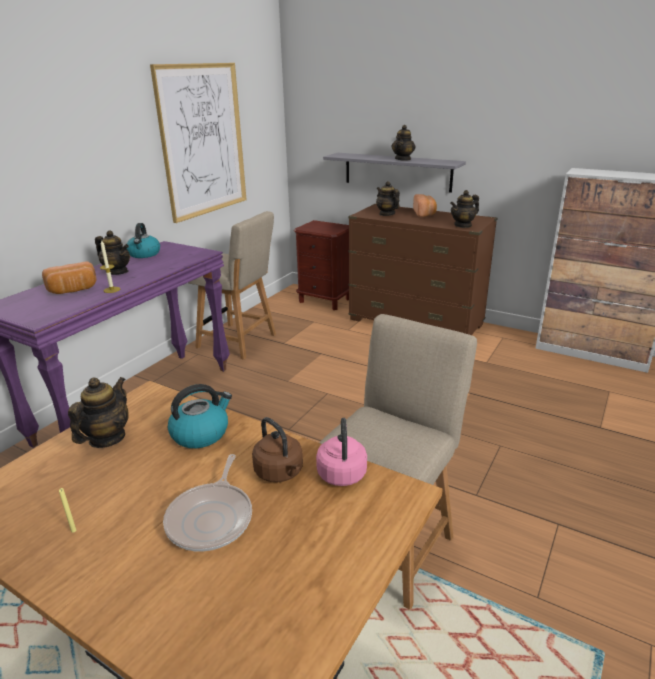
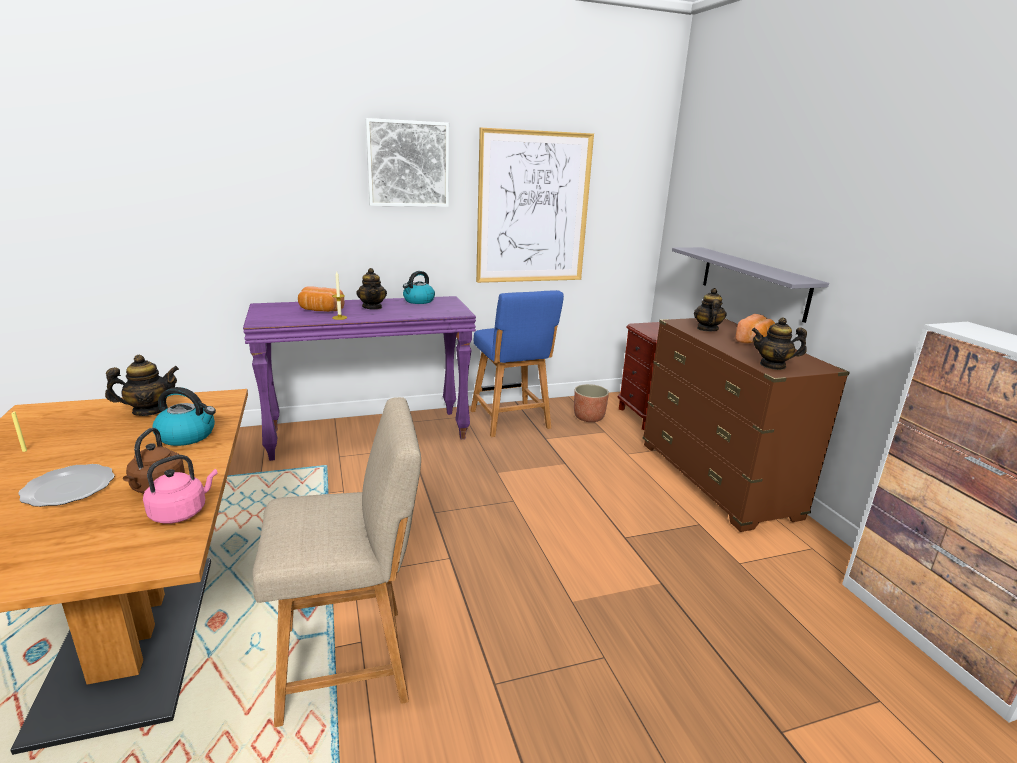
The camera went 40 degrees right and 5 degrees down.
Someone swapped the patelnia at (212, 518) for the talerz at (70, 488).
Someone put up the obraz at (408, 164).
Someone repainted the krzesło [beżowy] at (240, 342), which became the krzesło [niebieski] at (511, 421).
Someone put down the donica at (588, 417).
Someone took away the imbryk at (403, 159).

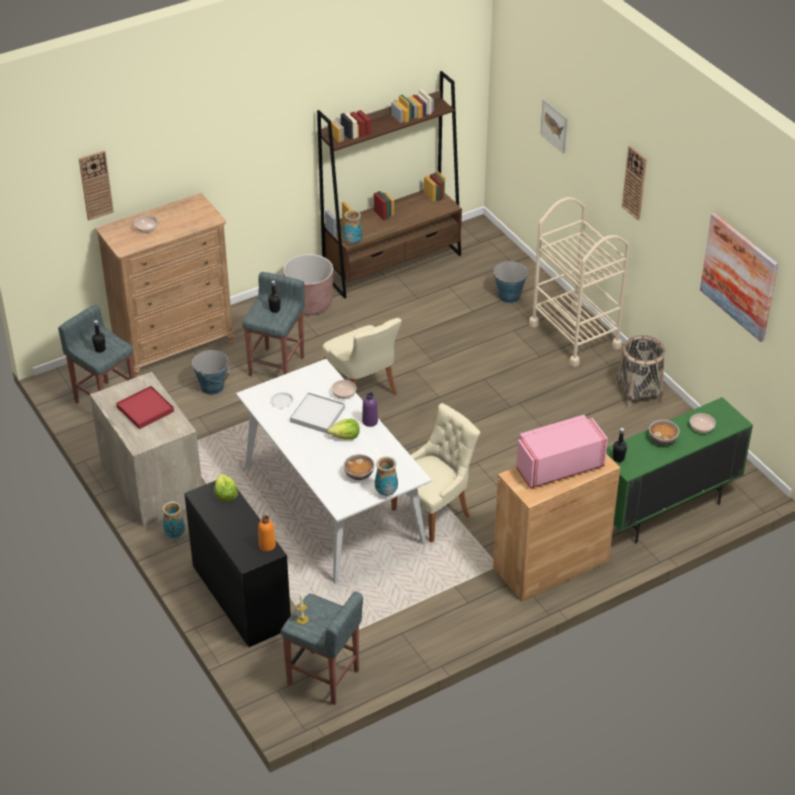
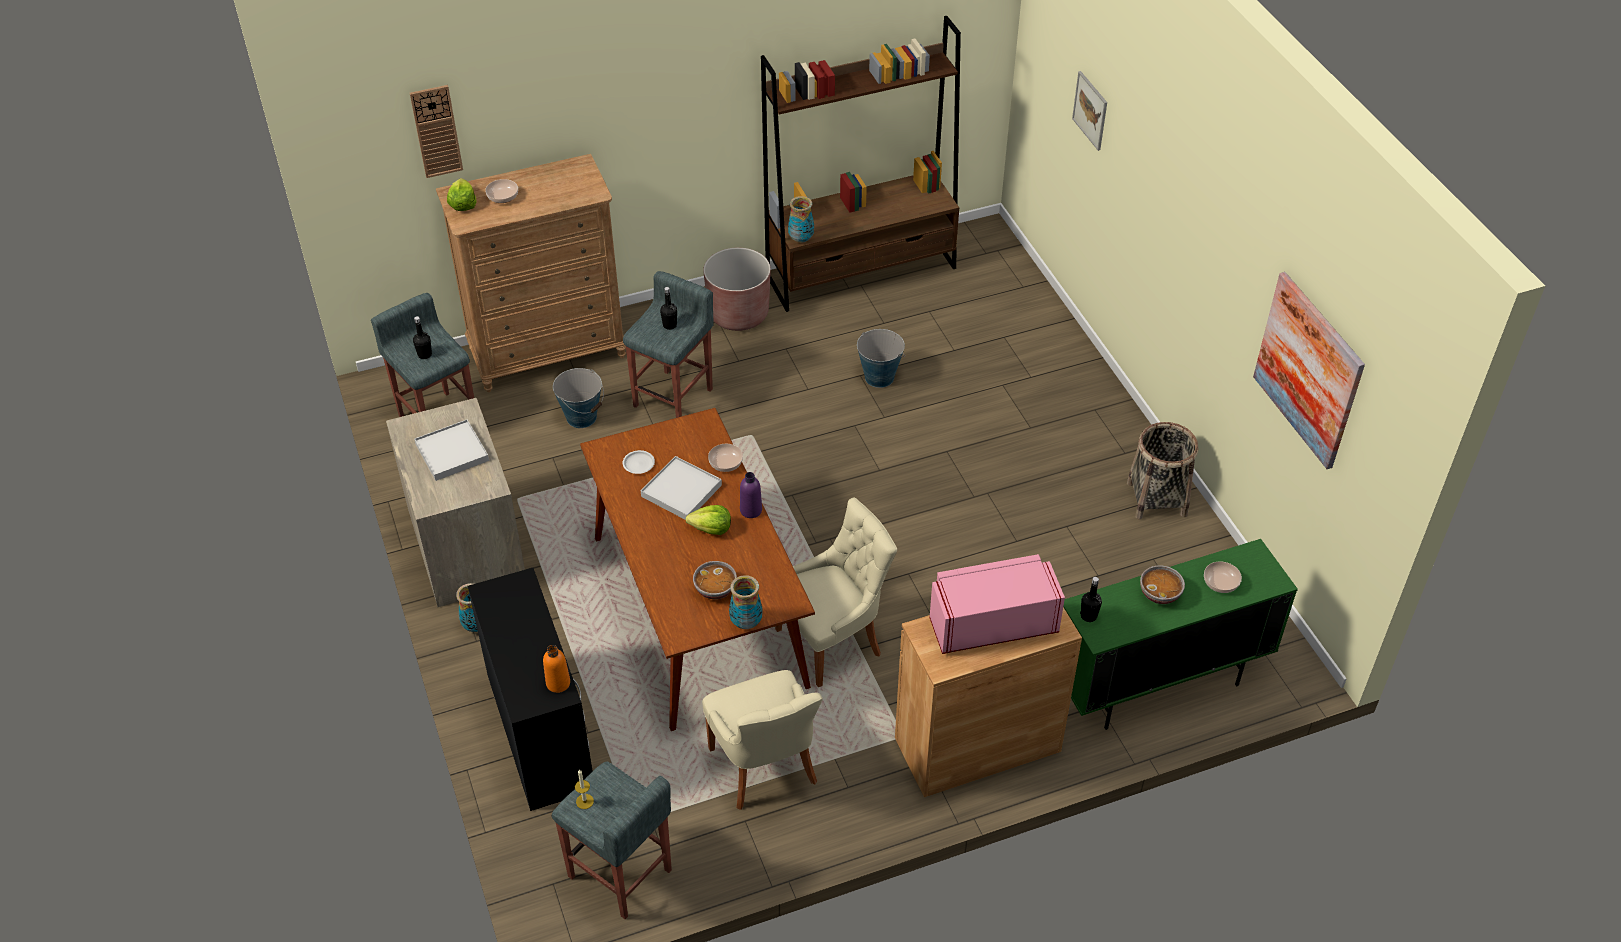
The camera went 10 degrees right and 5 degrees up.
Someone repainted the taca [czerwony] at (145, 409), which became the taca [biały] at (452, 452).
Someone carried the sałata from (225, 494) to (462, 204).
Someone repainted the stół jadalny [biały] at (334, 505), which became the stół jadalny [brązowy] at (699, 611).
Someone carried the krzesło [beżowy] from (363, 390) to (765, 768).
Someone carried the wiadro from (509, 296) to (879, 377).
Someone took away the wózek [beżowy] at (575, 335).
Someone took away the zegar ścienny at (635, 182).

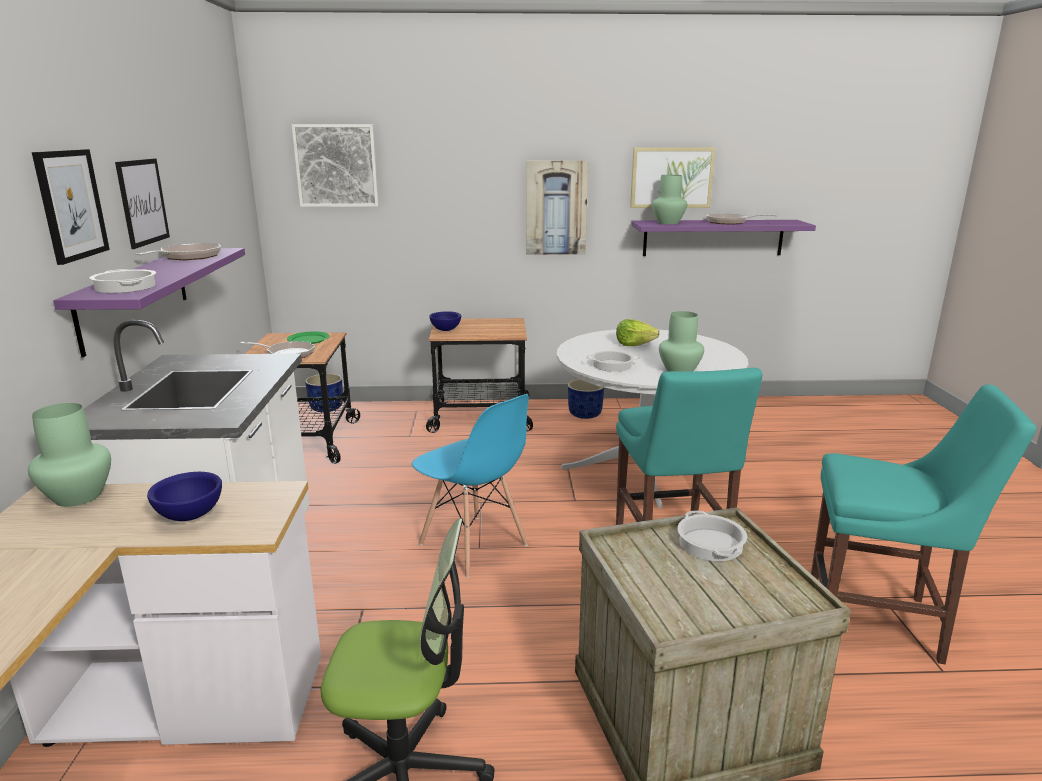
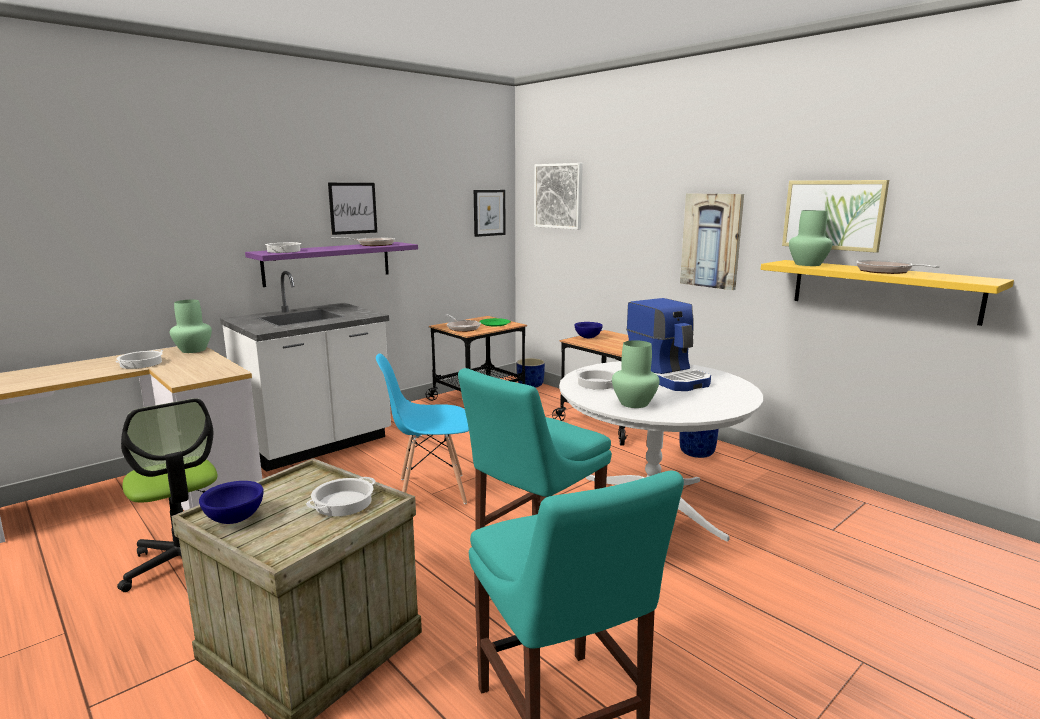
The camera went 50 degrees right and 5 degrees down.
Someone put down the garnek at (141, 364).
Someone carried the miska [niebieski] from (191, 515) to (236, 519).
Someone rotated the krzesło [niebieski] at (473, 546) by 75 degrees clockwise.
Someone carried the obraz from (71, 205) to (489, 213).
Someone swapped the sałata at (634, 344) for the ekspres do kawy at (668, 377).
Someone repainted the półka [fioletowy] at (713, 237), which became the półka [żółty] at (882, 290).

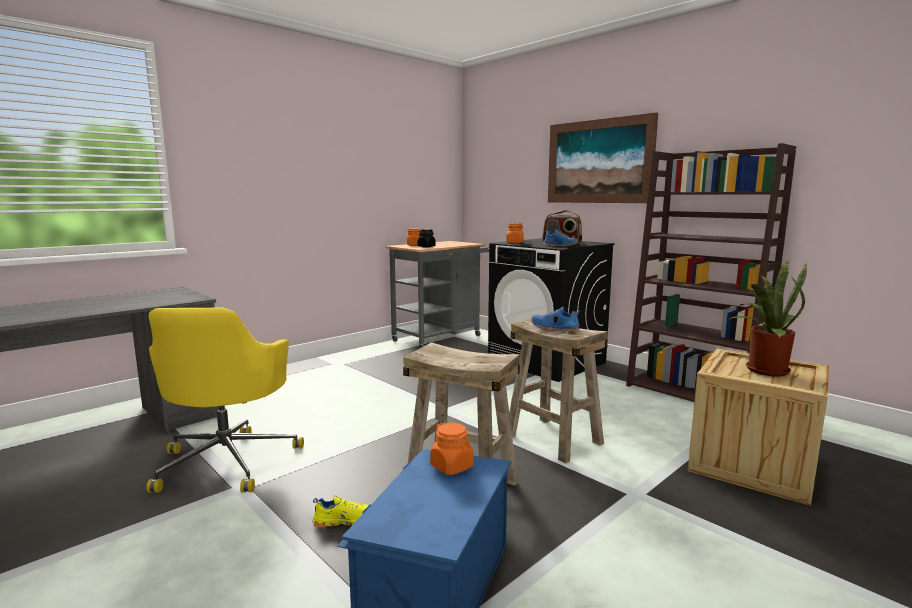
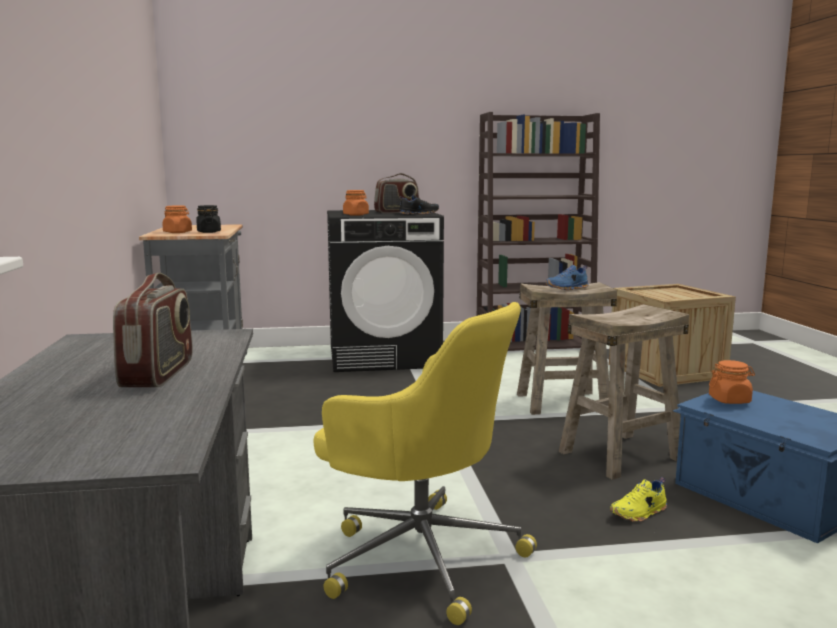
The camera went 55 degrees left and 0 degrees up.
Someone put down the radio at (159, 374).
Someone repainted the but [niebieski] at (560, 246), which became the but [czarny] at (418, 214).
Someone rotated the but [żółty] at (345, 520) by 150 degrees counterclockwise.
Someone took away the obraz at (598, 161).
Someone took away the roślina doniczkowa at (762, 369).

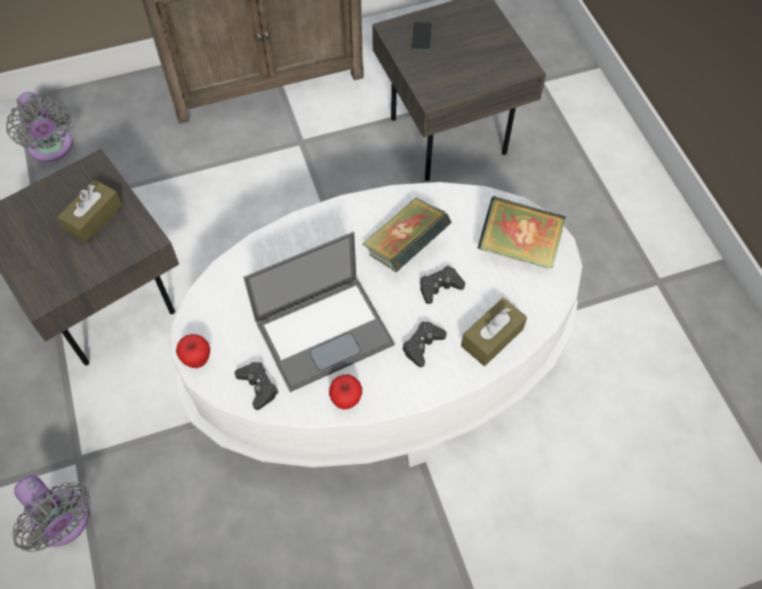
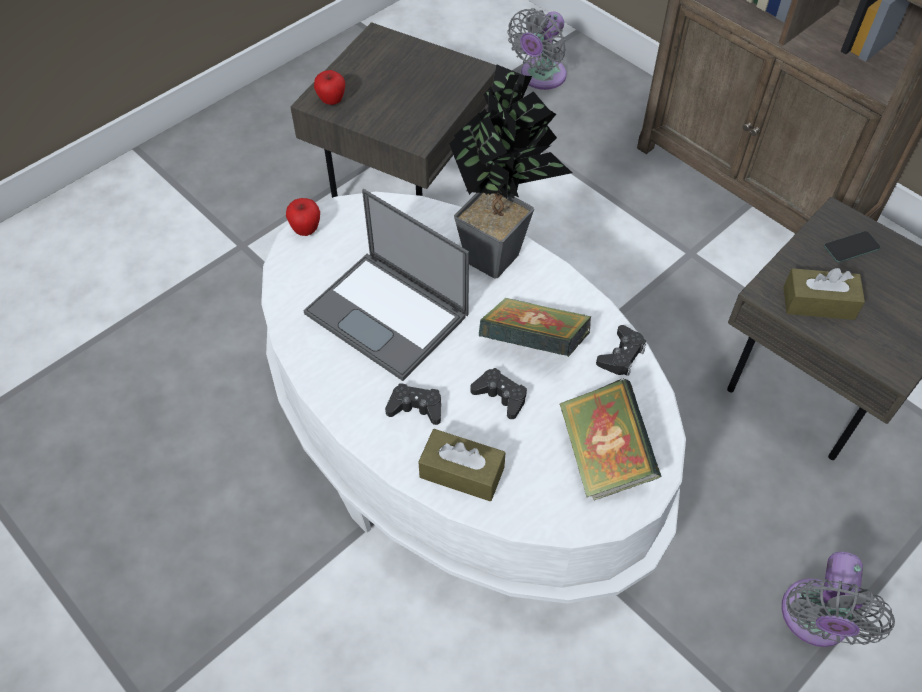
The camera went 65 degrees right and 5 degrees down.
Someone carried the jabłko from (346, 400) to (332, 101).
Someone put down the roślina doniczkowa at (501, 255).
Someone carried the pad do gier [czarny] from (258, 386) to (621, 355).
Someone carried the wentylator [szary] from (64, 523) to (814, 620).
Someone carried the pudełko chusteczek [brązowy] from (94, 218) to (818, 303).

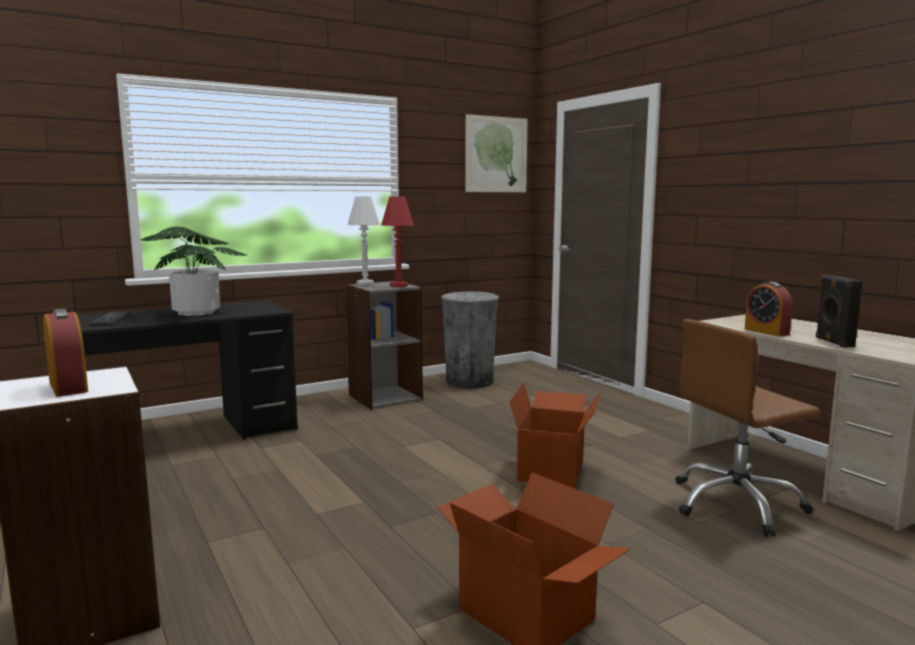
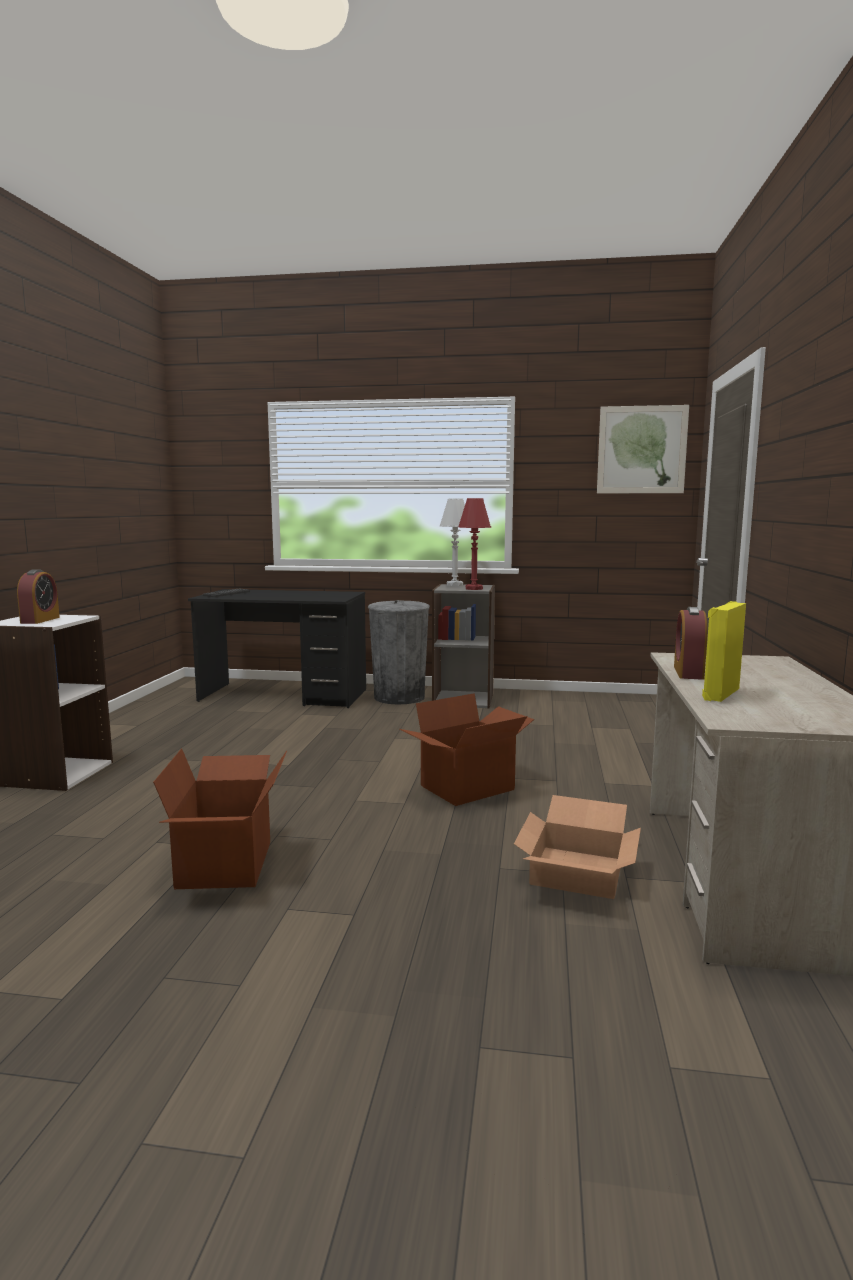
The camera went 40 degrees right and 0 degrees up.
Someone carried the kosz na śmieci [szary] from (469, 382) to (399, 697).
Someone swapped the krzesło biurowe [brązowy] at (736, 504) for the karton at (575, 870).
Someone repainted the głośnik [czarny] at (833, 342), which became the głośnik [żółty] at (719, 694).
Someone took away the roślina doniczkowa at (197, 312).

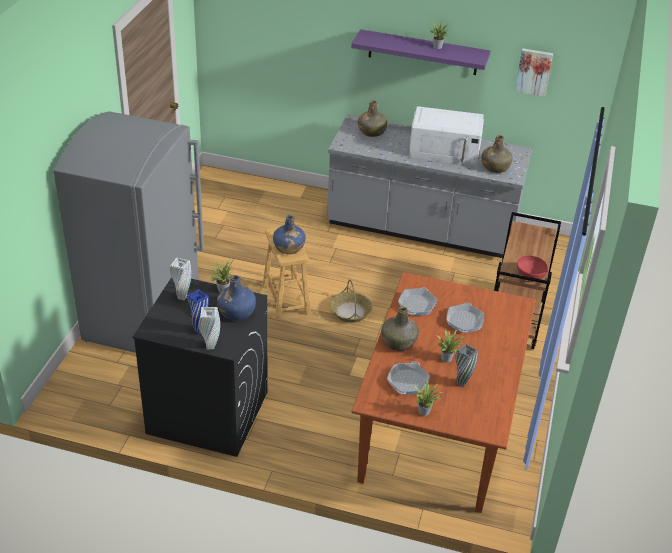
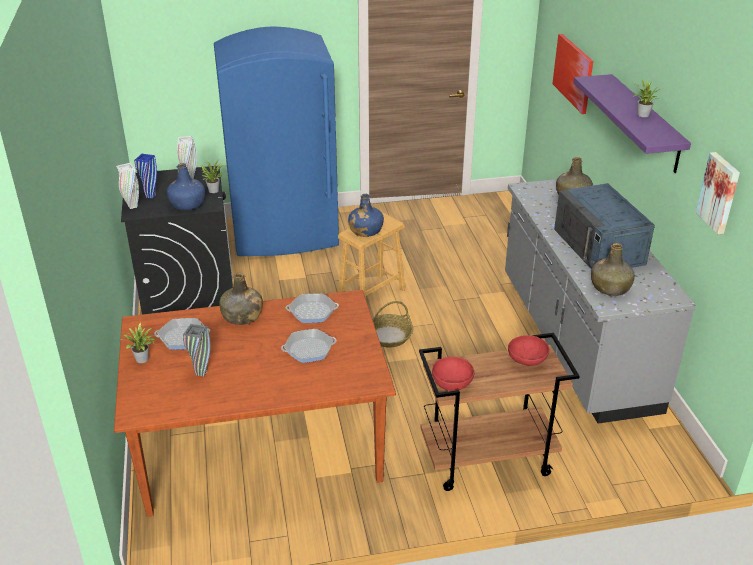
The camera went 65 degrees right and 5 degrees down.
Someone repainted the lodówka [szary] at (144, 316), which became the lodówka [niebieski] at (285, 234).
Someone put down the miska [czerwony] at (527, 361).
Someone put up the obraz at (573, 73).
Someone repainted the mikrofalówka [biały] at (445, 150), which became the mikrofalówka [niebieski] at (599, 246).
Someone took away the roślina doniczkowa at (447, 358).

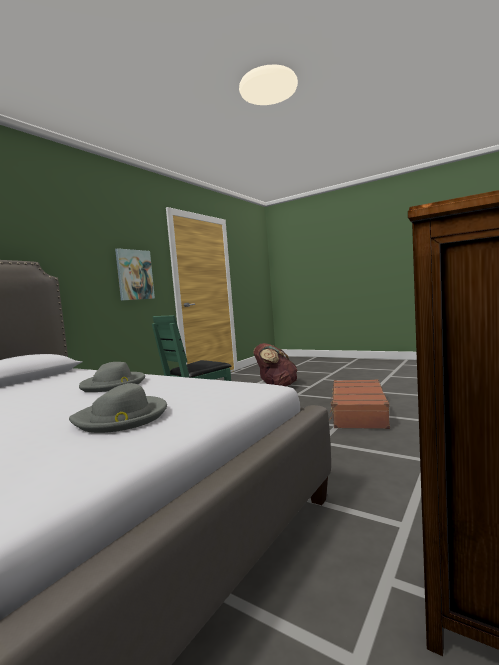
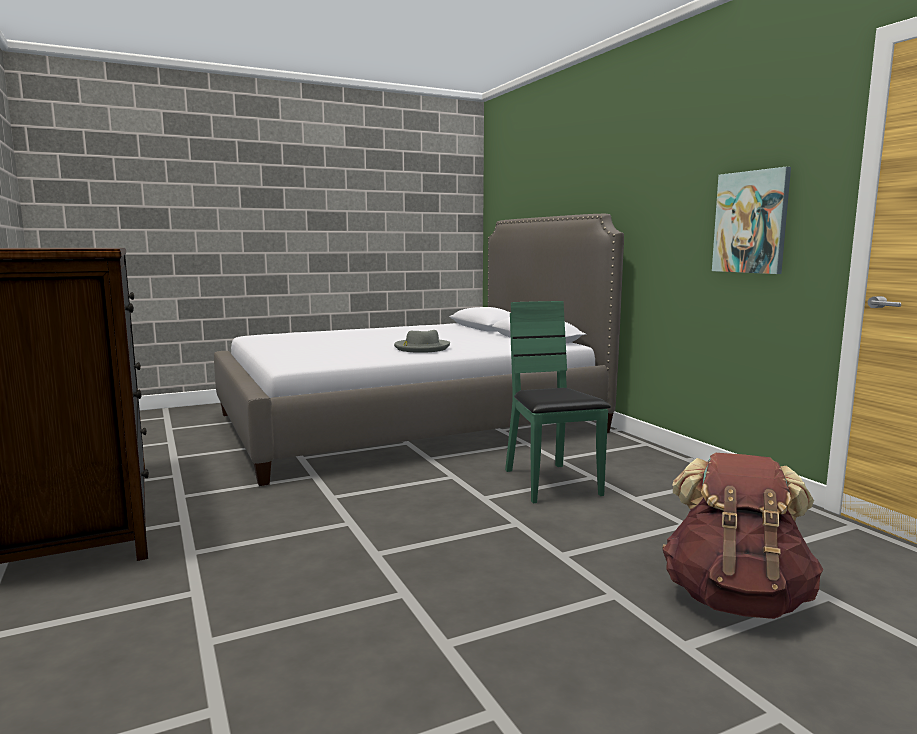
The camera went 120 degrees right and 5 degrees up.
Someone took away the kapelusz [szary] at (122, 418).
Someone took away the walizka [brązowy] at (358, 413).

